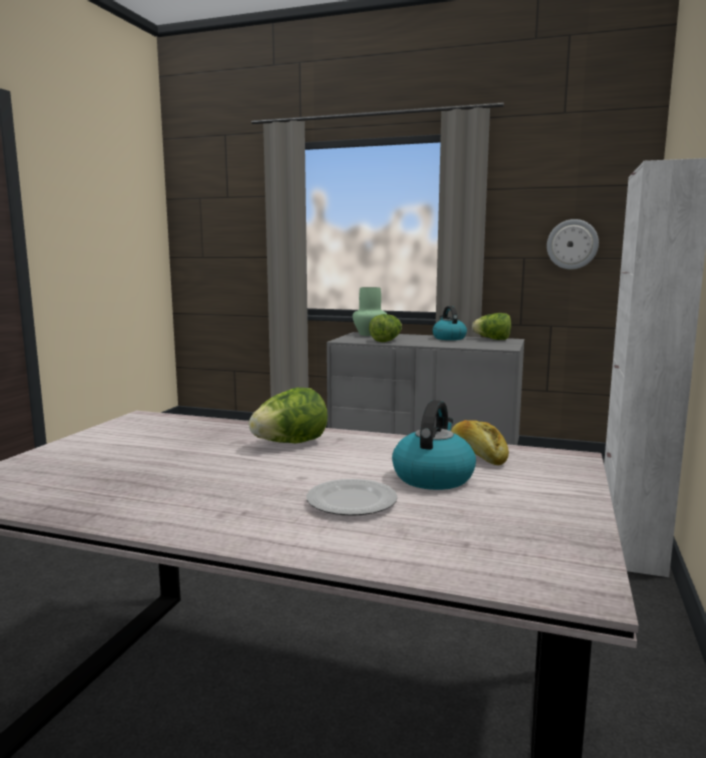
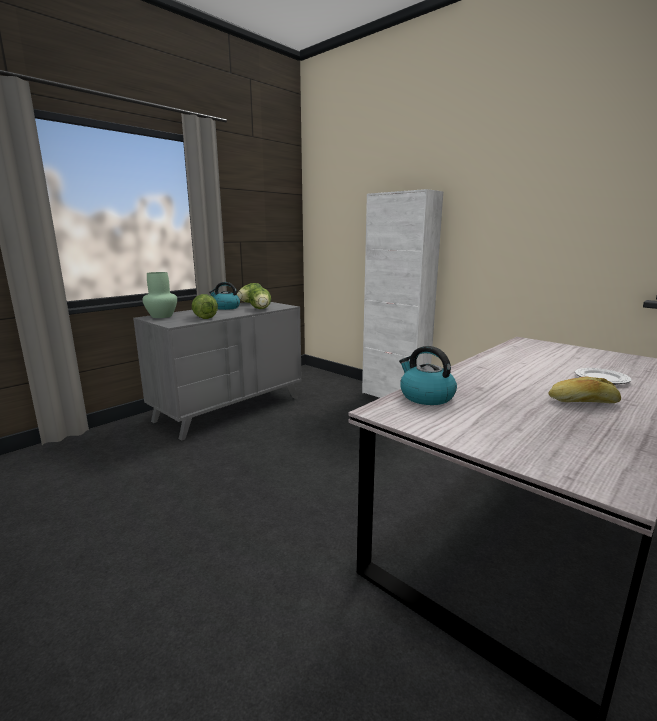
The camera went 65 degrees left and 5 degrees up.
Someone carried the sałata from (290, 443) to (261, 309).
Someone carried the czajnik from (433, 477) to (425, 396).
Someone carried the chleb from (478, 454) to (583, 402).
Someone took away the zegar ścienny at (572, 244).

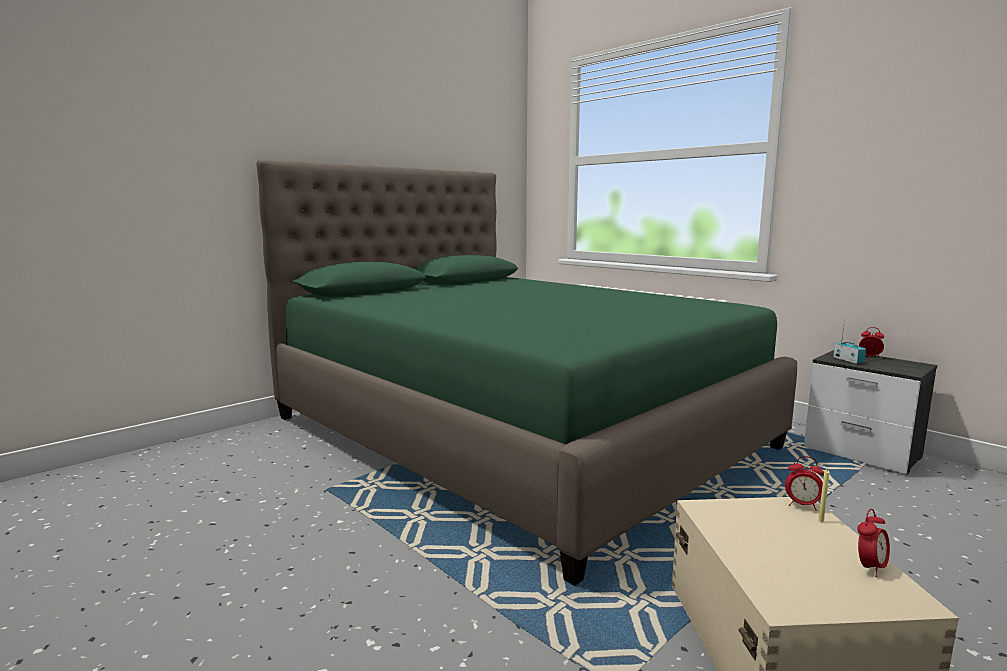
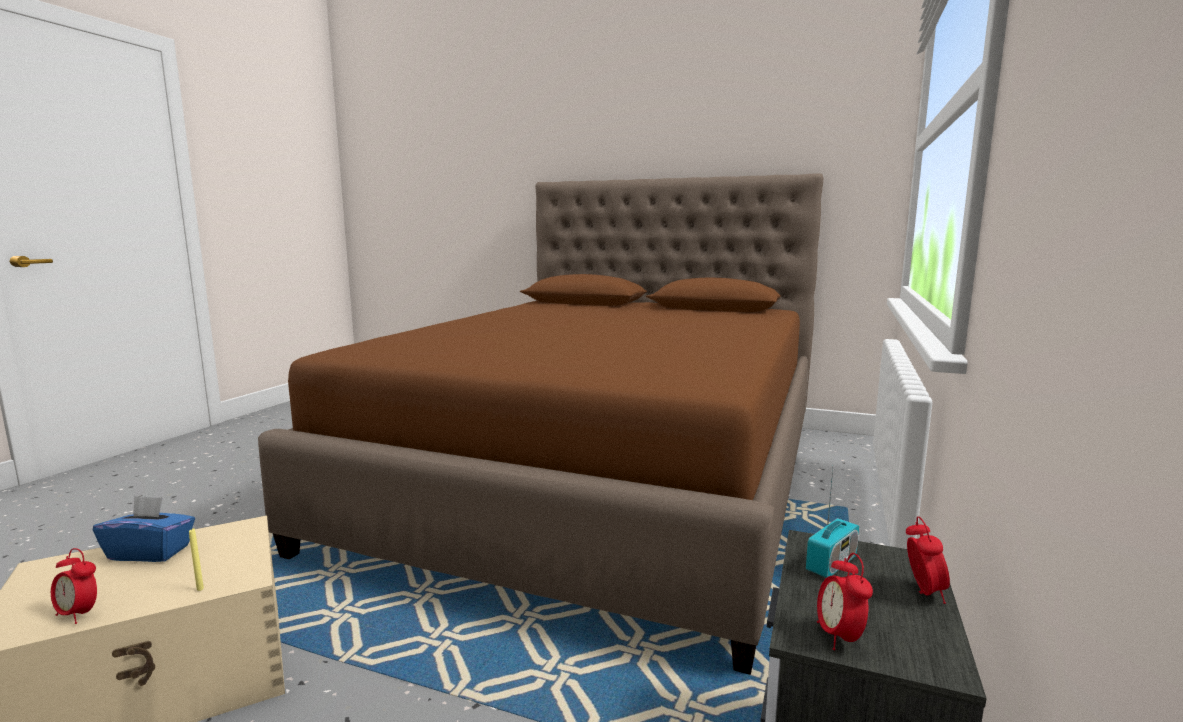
The camera went 65 degrees right and 0 degrees up.
Someone put down the pudełko chusteczek [niebieski] at (150, 552).
Someone repainted the łóżko [zielony] at (514, 431), which became the łóżko [brązowy] at (603, 478).
Someone carried the budzik from (802, 505) to (839, 637).

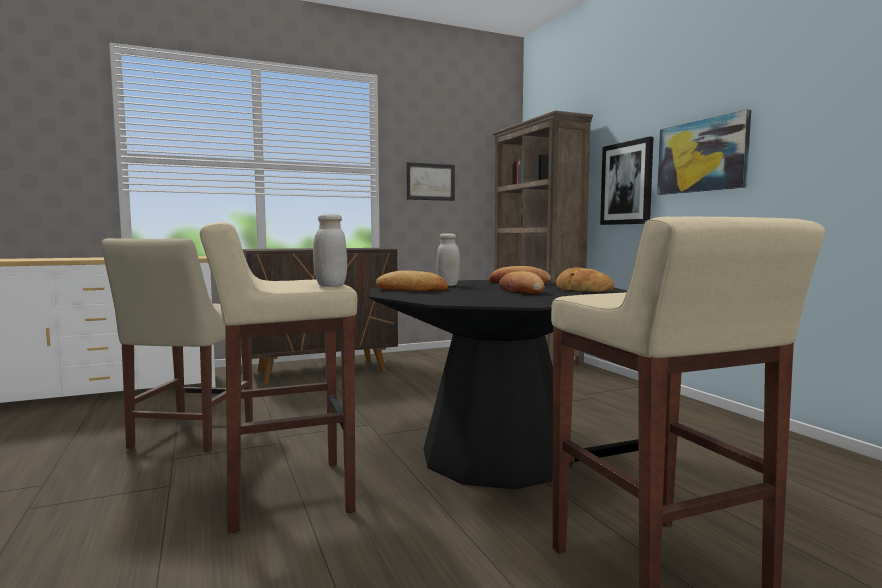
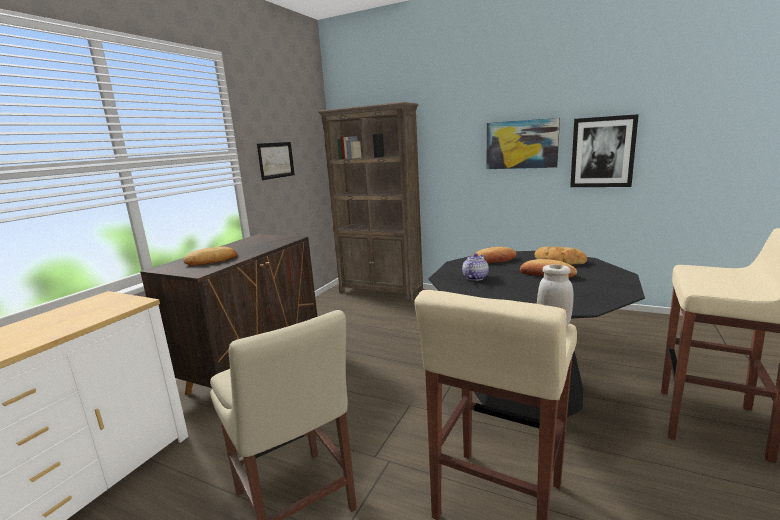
The camera went 40 degrees left and 10 degrees up.
Someone carried the chleb from (412, 290) to (212, 260).
Someone swapped the słoik [biały] at (448, 285) for the imbryk at (475, 277).
Someone carried the obraz from (627, 183) to (602, 152).

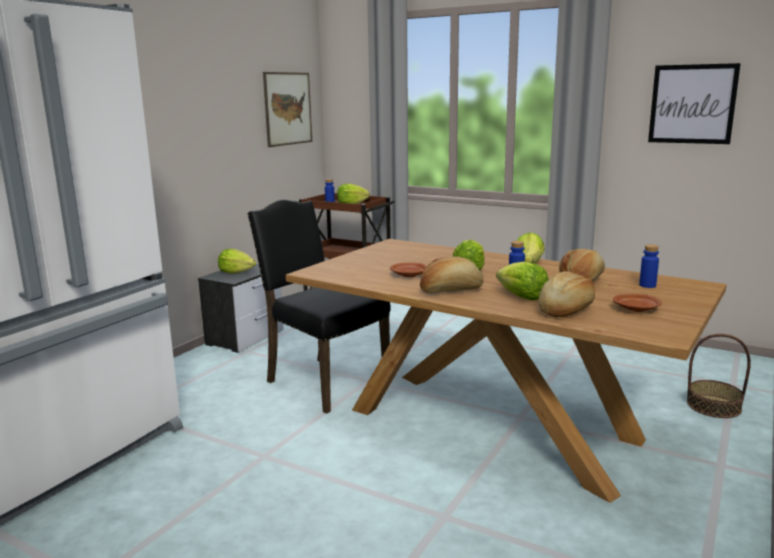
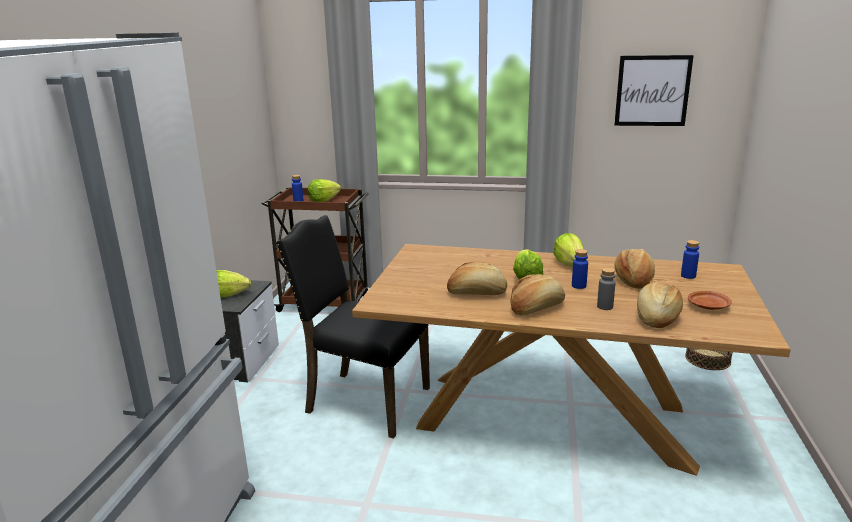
The camera went 20 degrees left and 5 degrees up.
Someone swapped the talerz [brązowy] at (408, 275) for the chleb at (477, 293).
Someone swapped the sałata at (521, 297) for the butelka [szary] at (605, 306).
Someone took away the obraz at (288, 108).

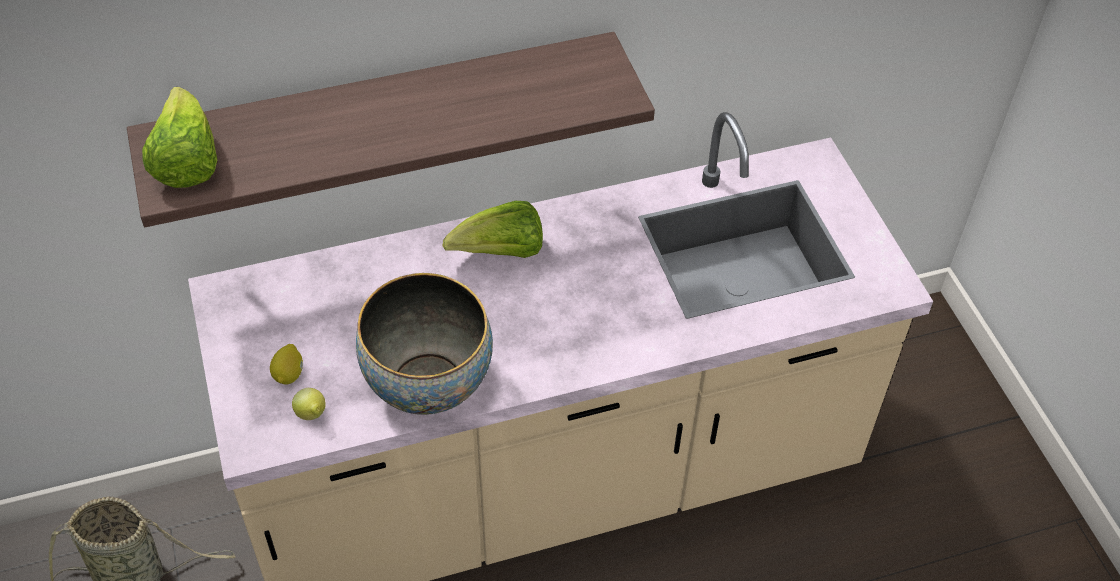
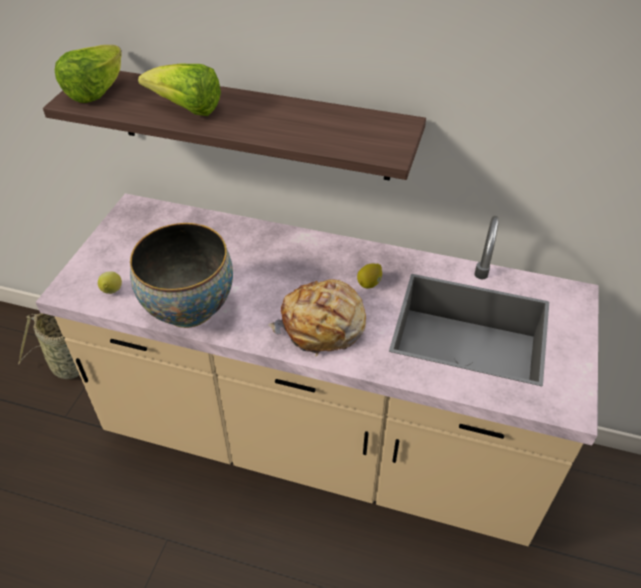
The camera went 35 degrees right and 5 degrees down.
Someone carried the sałata from (501, 253) to (187, 109).
Someone put down the chleb at (322, 326).
Someone carried the cytryna from (289, 374) to (369, 283).

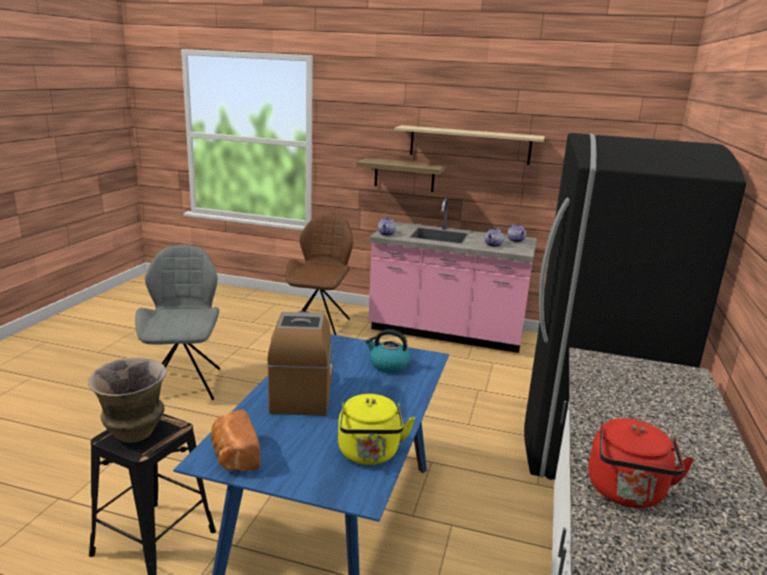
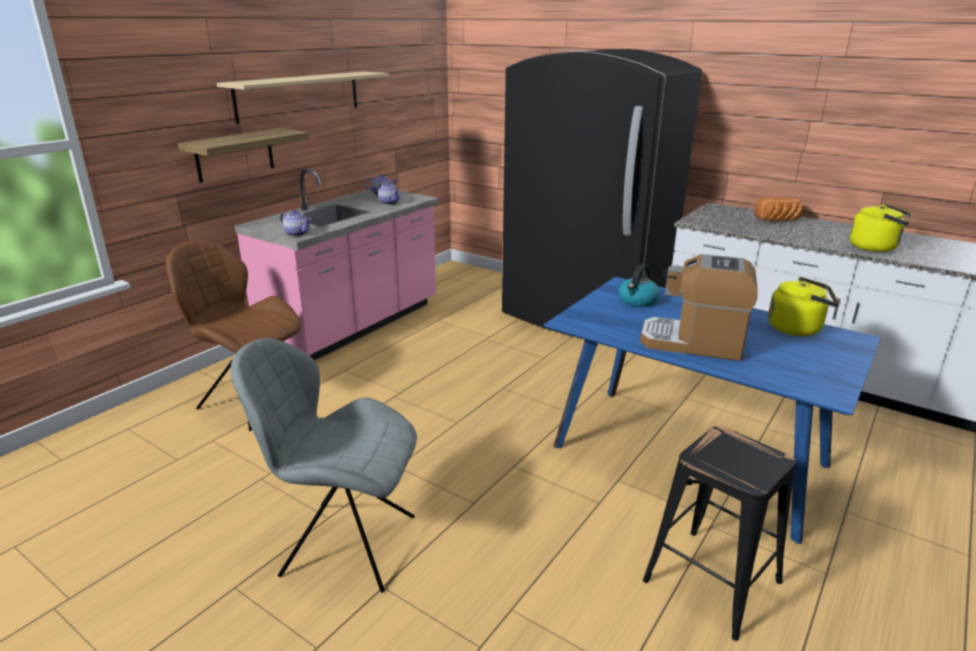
The camera went 70 degrees left and 5 degrees up.
Someone carried the chleb from (234, 456) to (778, 220).
Someone repainted the czajnik [czerwony] at (627, 493), which became the czajnik [żółty] at (876, 248).
Someone took away the wazon at (135, 434).

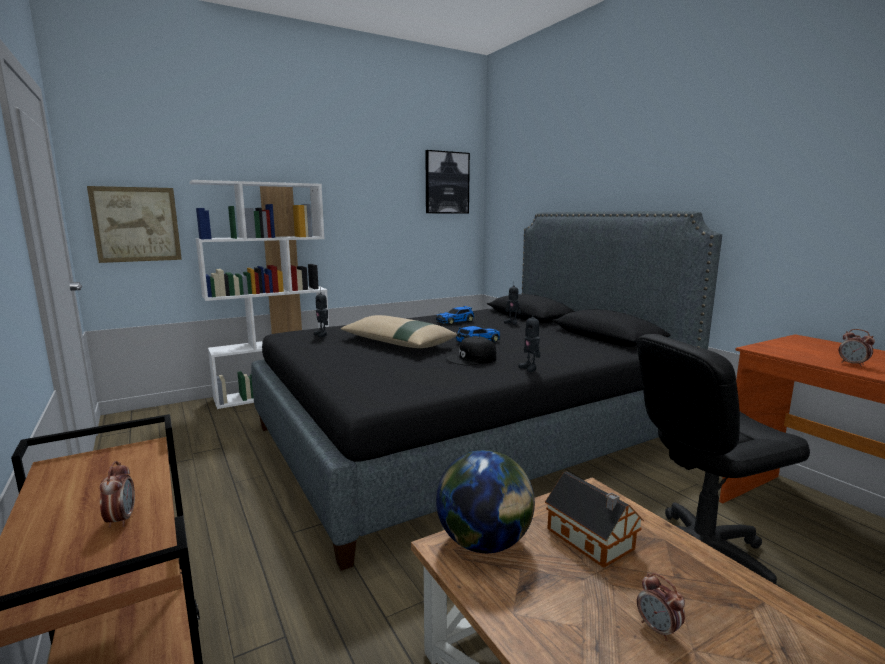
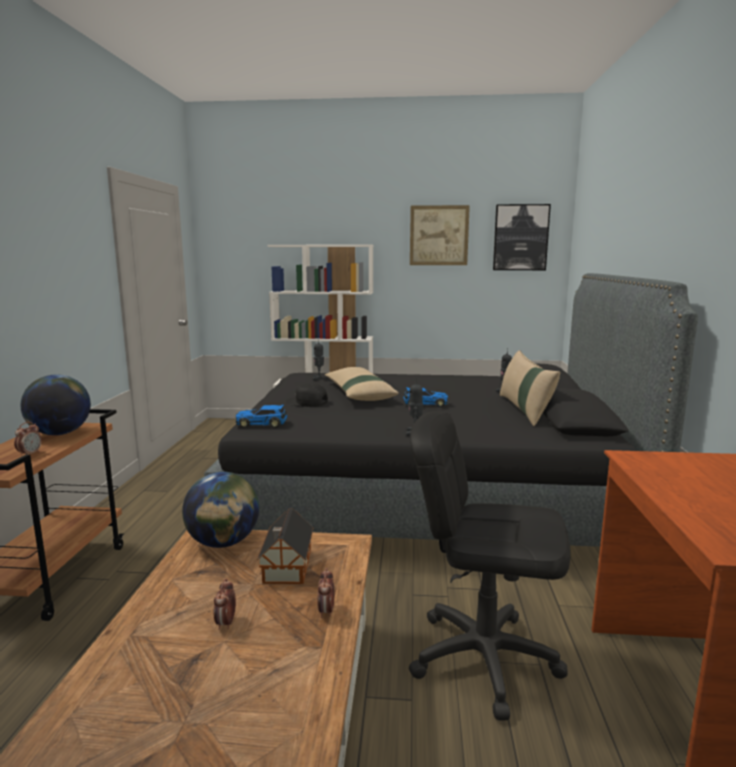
The camera went 35 degrees right and 0 degrees up.
Someone put down the globus at (60, 433).
Someone carried the samochodzik from (456, 321) to (262, 424).
Someone carried the czapka z daszkiem [czarny] from (472, 359) to (306, 402).
Someone carried the budzik from (853, 364) to (326, 611).
Someone carried the obraz from (136, 224) to (439, 235).
Someone put down the poduszka [beżowy] at (524, 410).

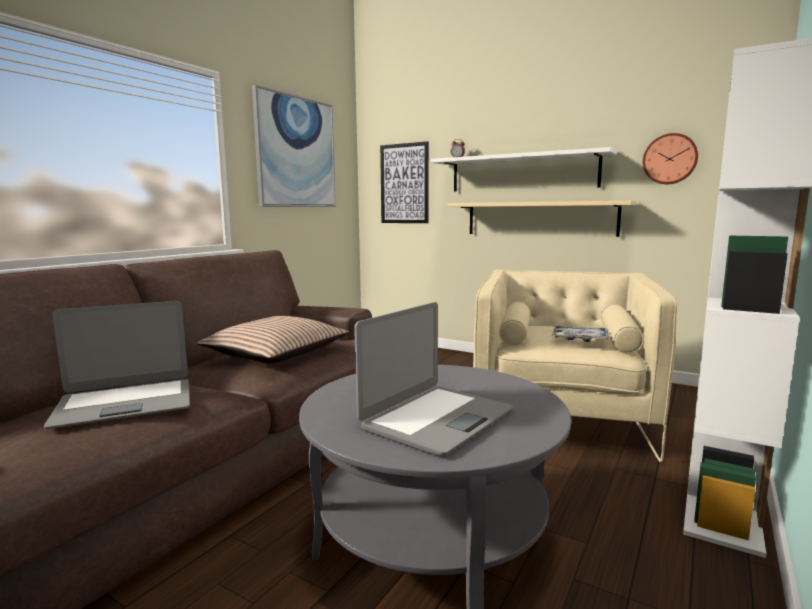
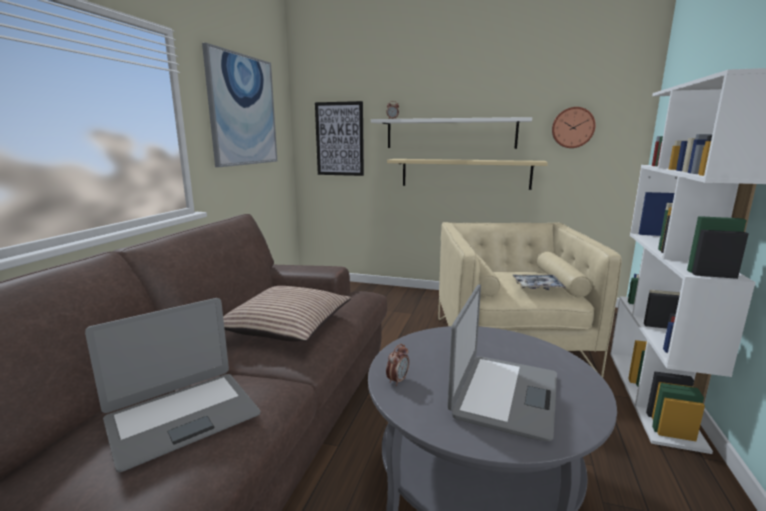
The camera went 15 degrees left and 5 degrees up.
Someone put down the budzik at (397, 380).

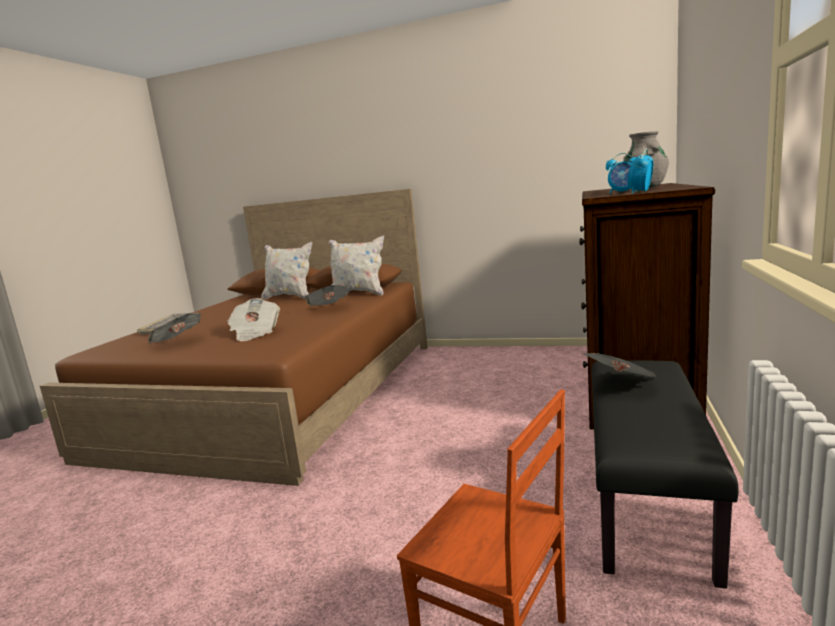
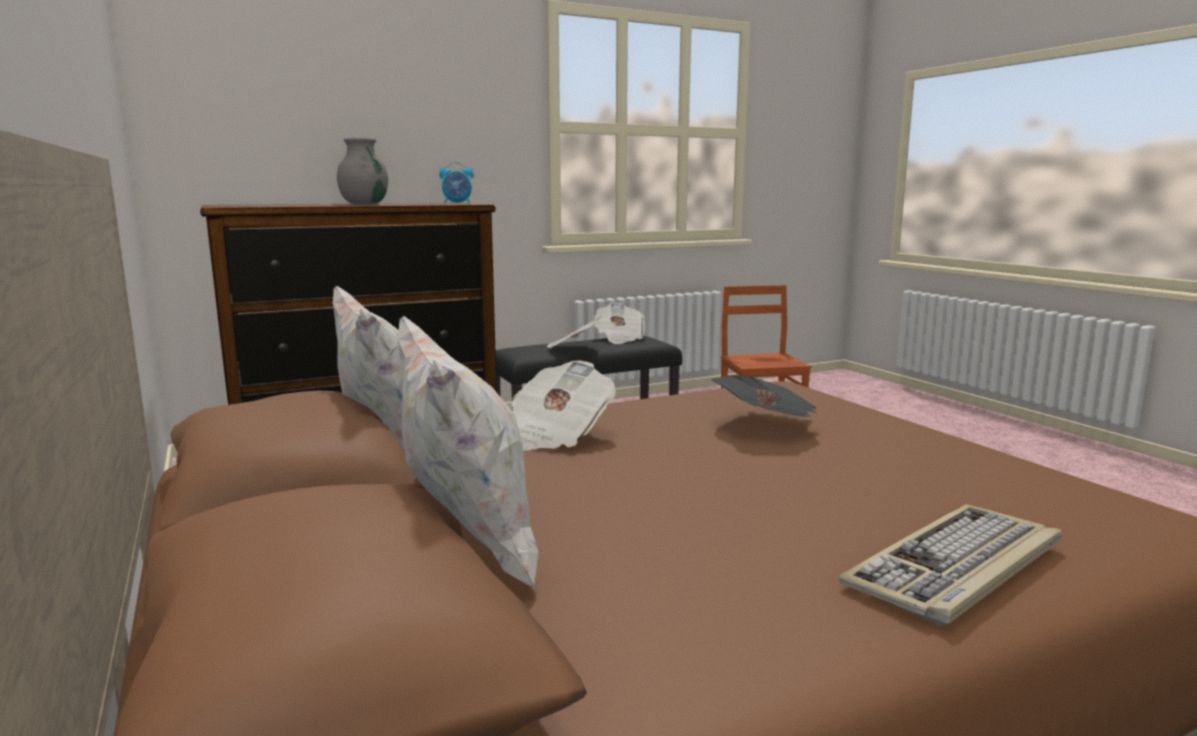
The camera went 135 degrees left and 0 degrees up.
Someone carried the gazeta from (177, 342) to (619, 338).
Someone took away the budzik at (623, 192).

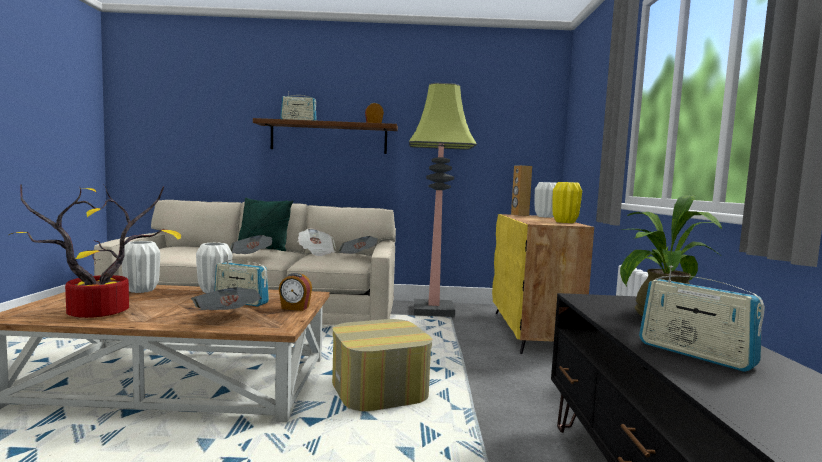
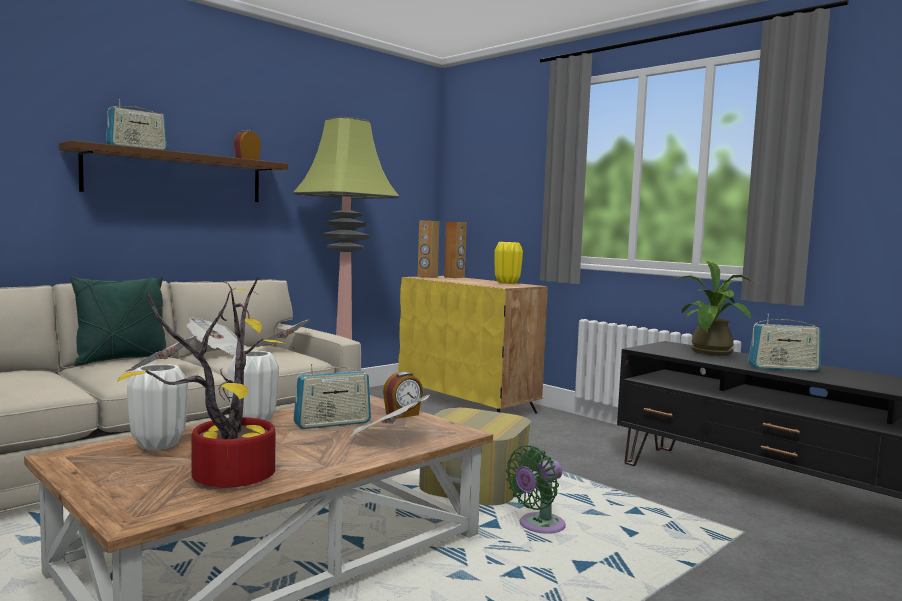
The camera went 45 degrees left and 0 degrees up.
Someone swapped the wazon [biały] at (545, 217) for the głośnik [brązowy] at (454, 277).
Someone put down the wentylator [zielony] at (538, 526).

